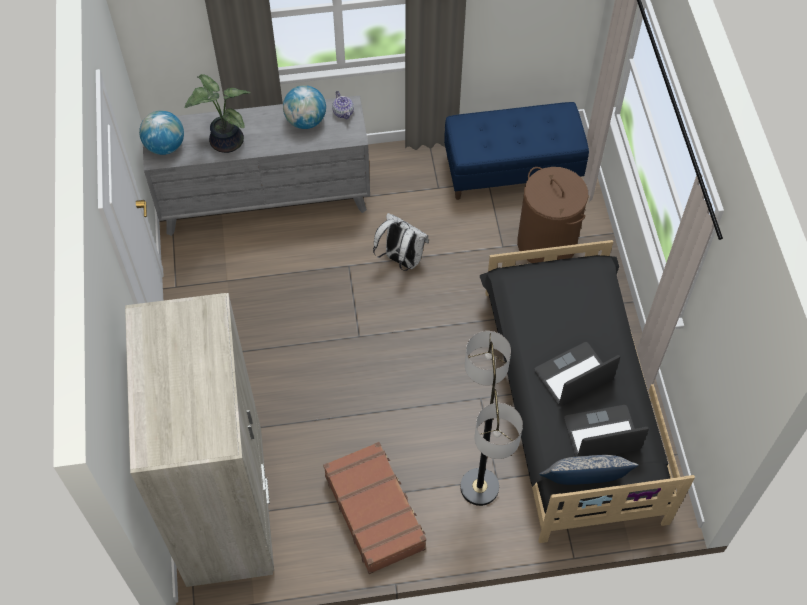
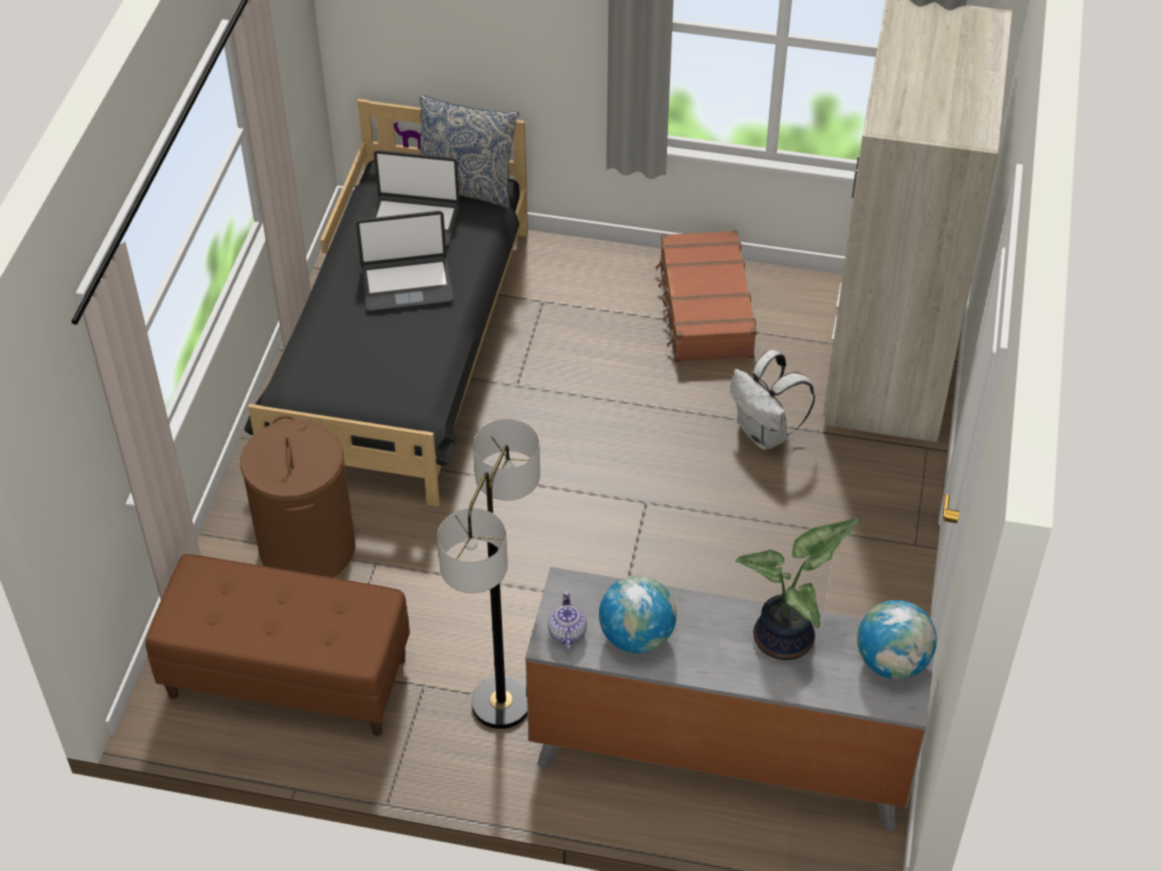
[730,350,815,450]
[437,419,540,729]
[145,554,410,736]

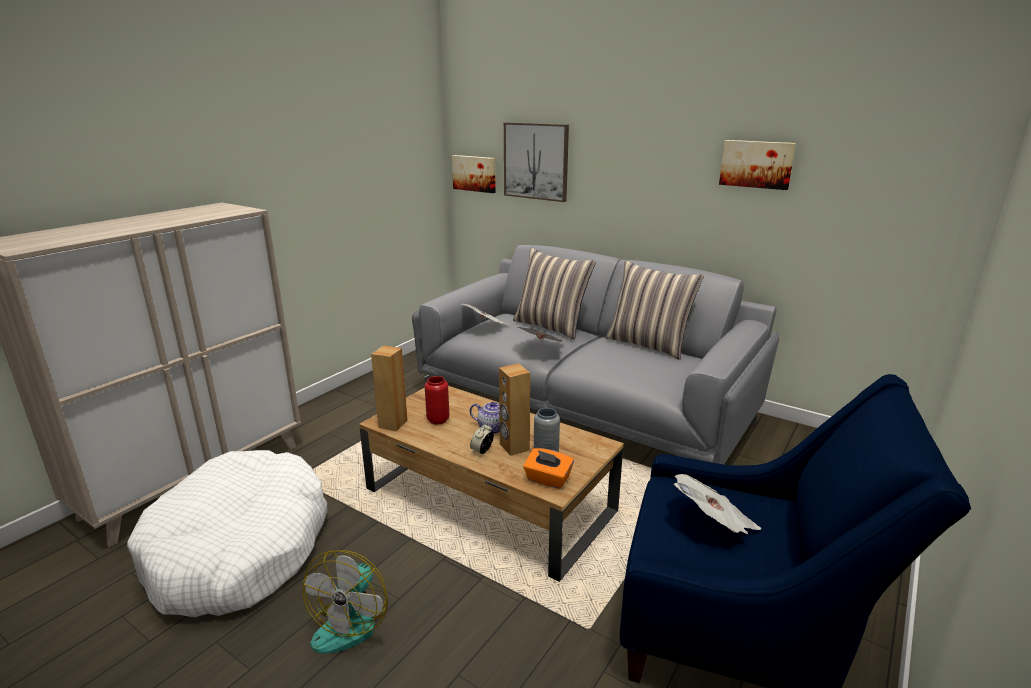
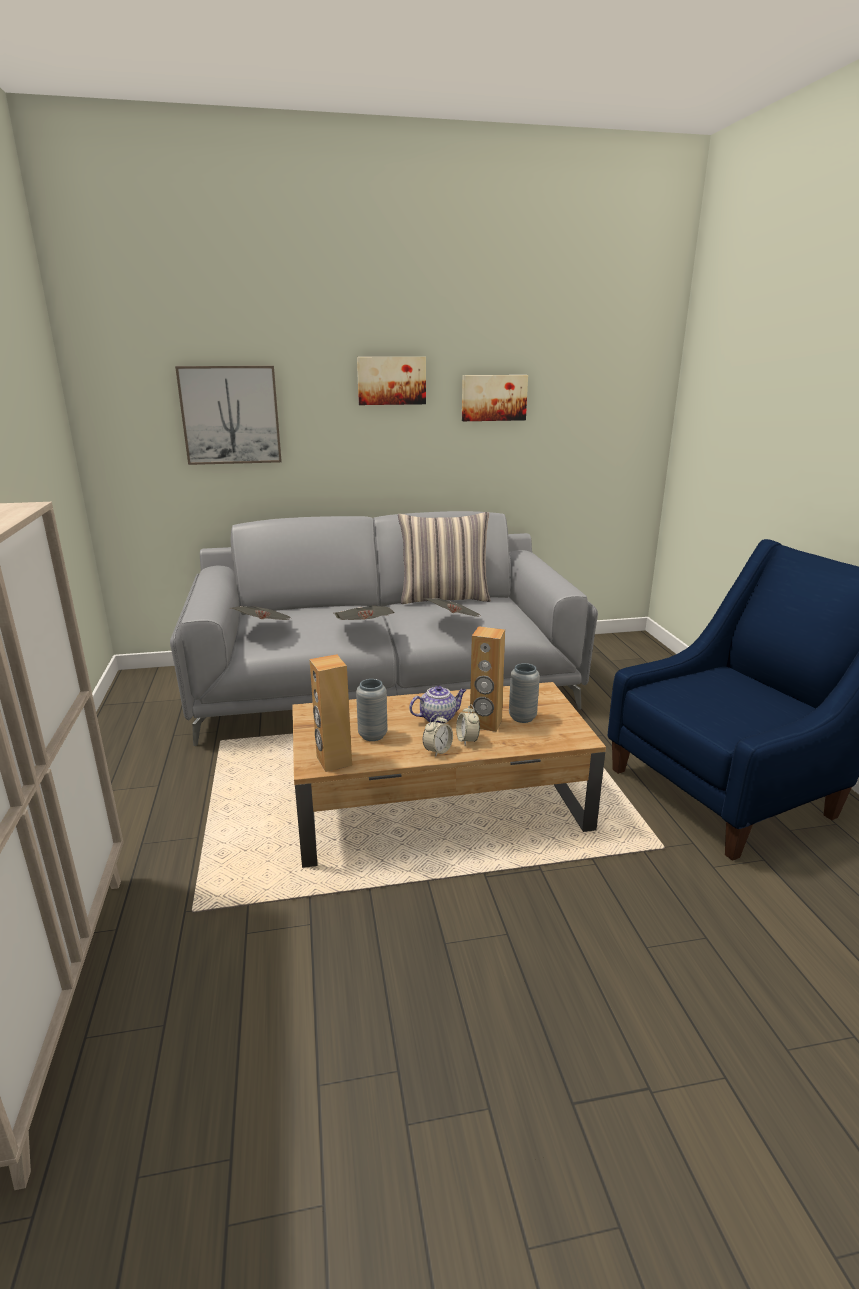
[127,450,327,617] (first image)
[303,550,388,654] (first image)
[513,248,596,340] (first image)
[523,448,574,489] (first image)
[423,713,453,757]
[357,357,426,405]
[424,598,480,617]
[356,679,388,741]

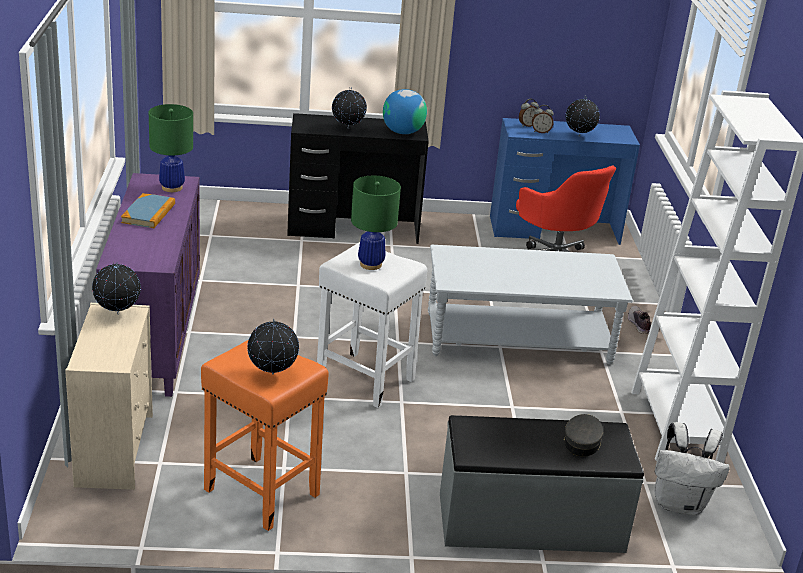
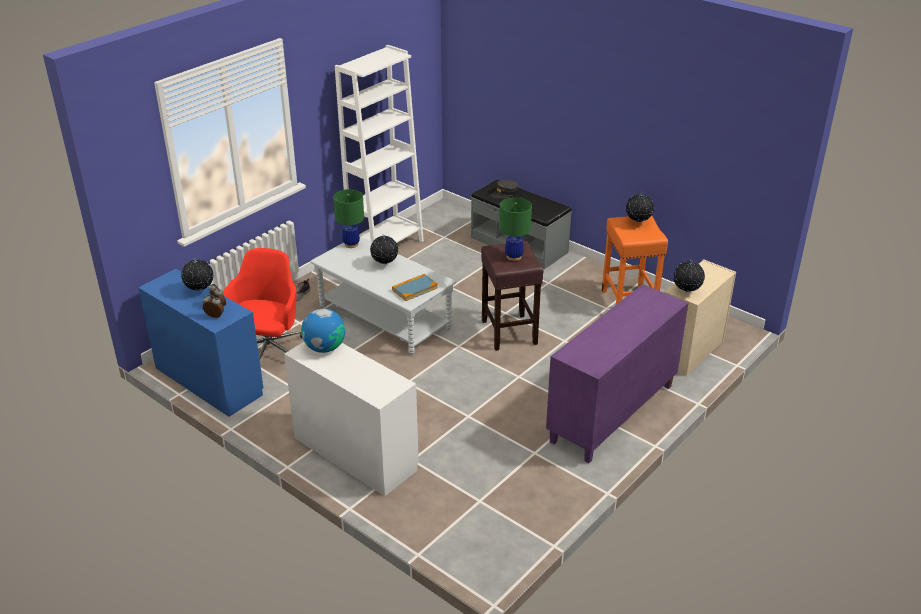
[654,422,730,515] (first image)
[392,274,438,301]
[333,189,364,248]
[370,235,398,265]
[284,342,419,496]
[481,241,543,351]

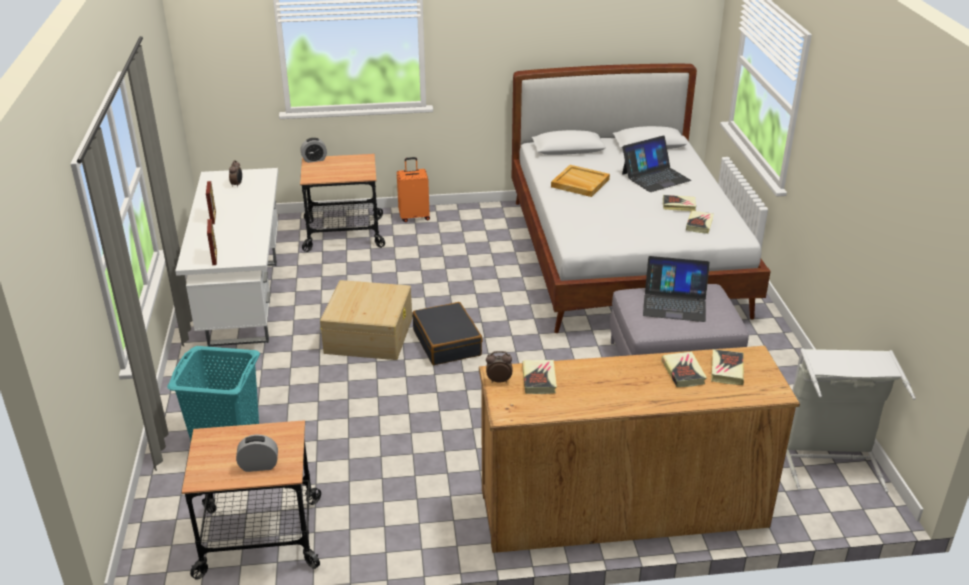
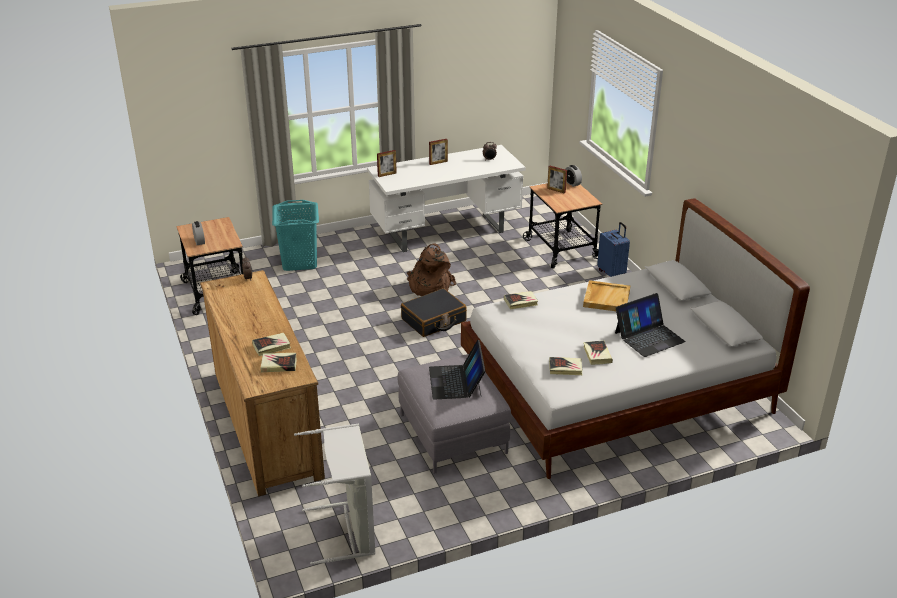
[547,166,567,193]
[504,291,538,309]
[407,243,456,296]
[597,222,630,277]
[615,293,686,357]

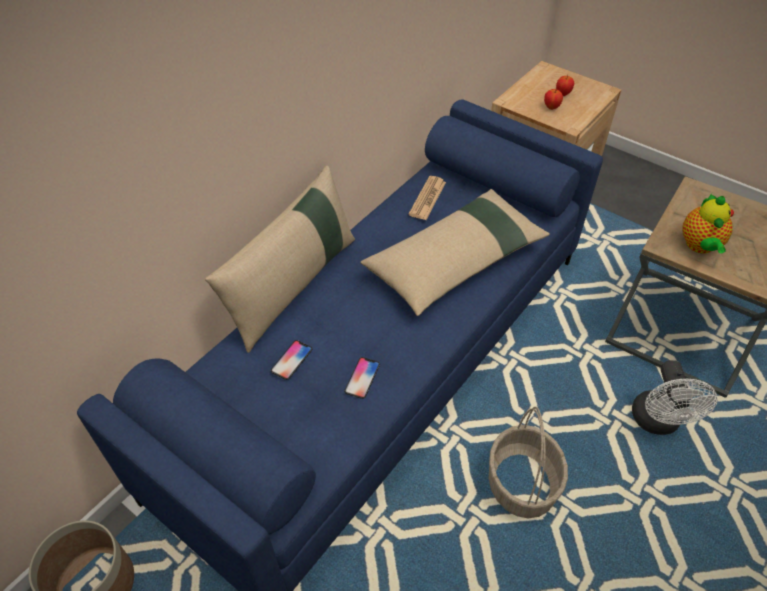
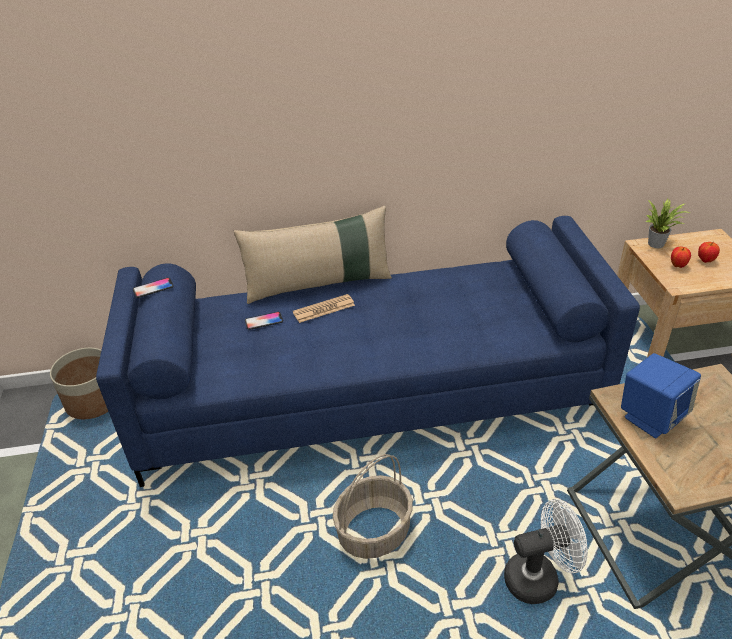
[361,189,550,316] (first image)
[645,199,690,248]
[133,278,174,298]
[293,294,355,323]
[621,353,701,438]
[504,499,588,604]

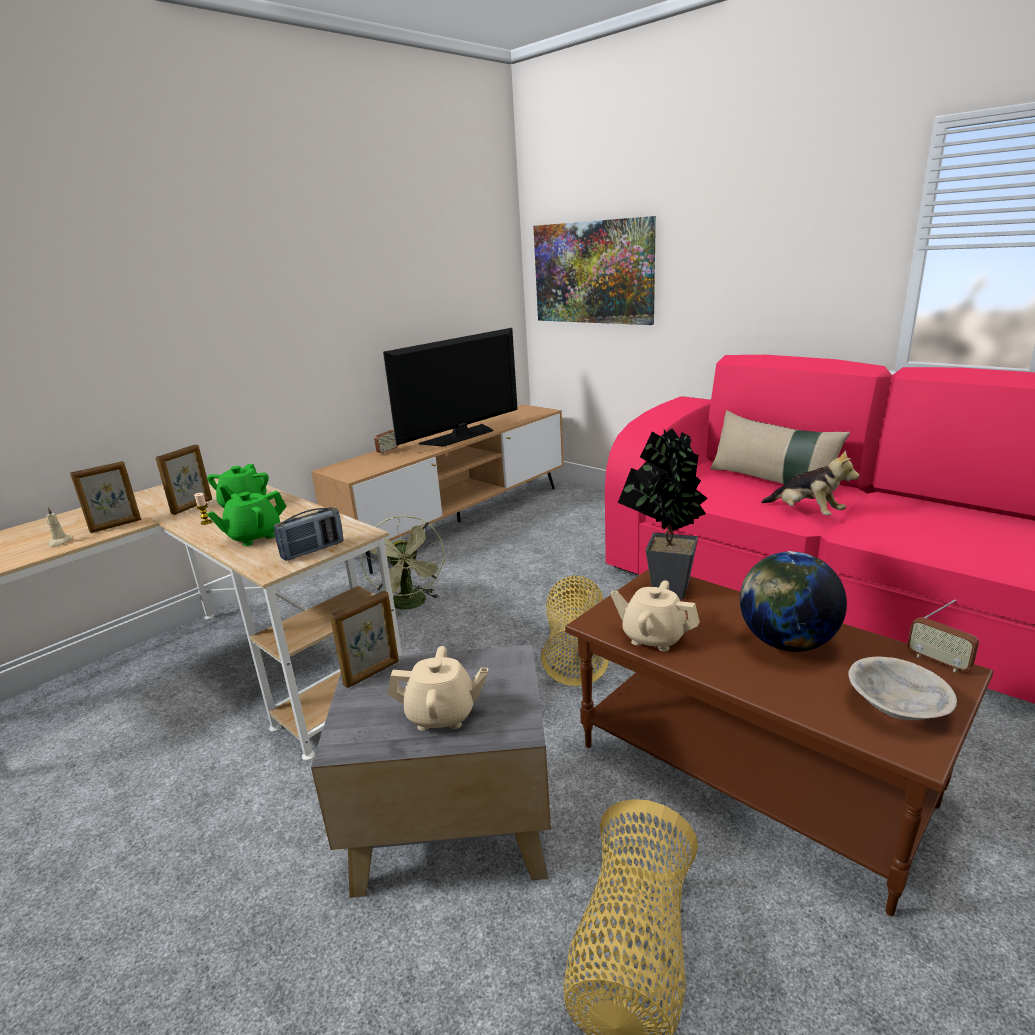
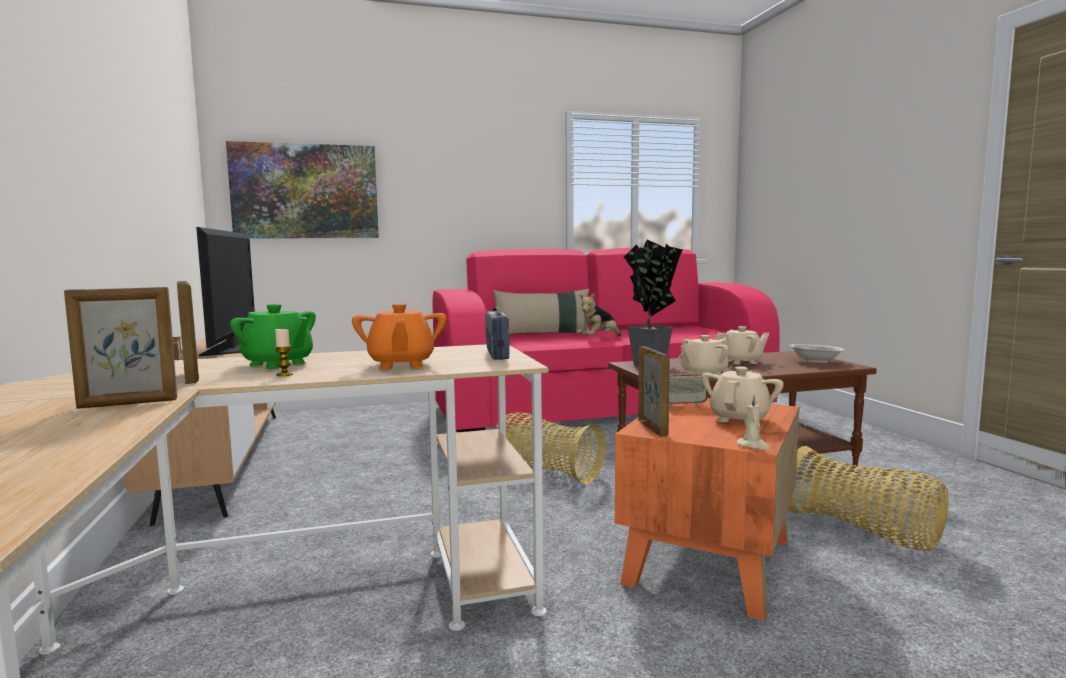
[361,516,445,610] (first image)
[737,395,770,450]
[669,350,708,407]
[715,326,770,365]
[352,303,447,369]
[615,398,799,621]
[64,287,177,409]
[578,293,621,336]

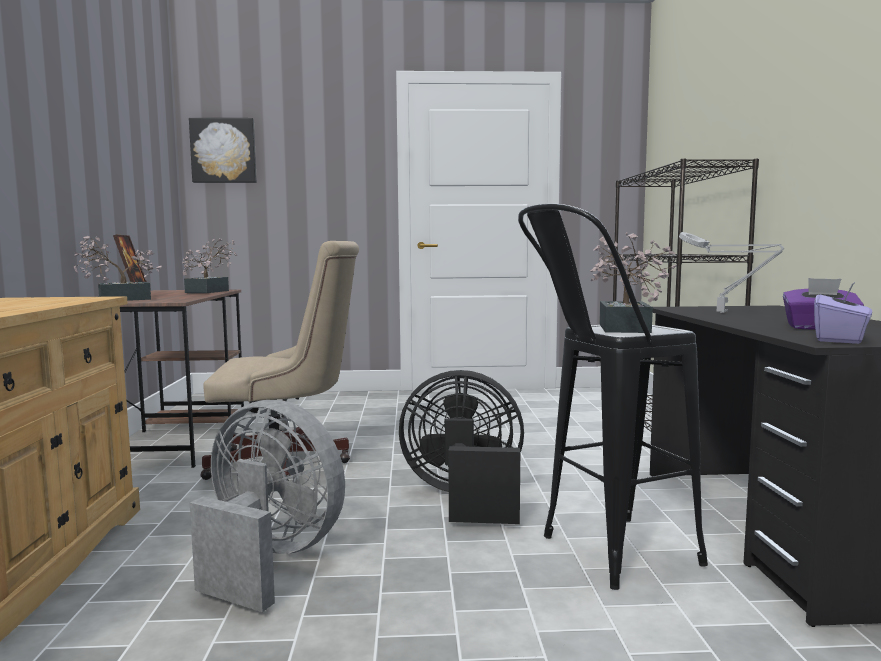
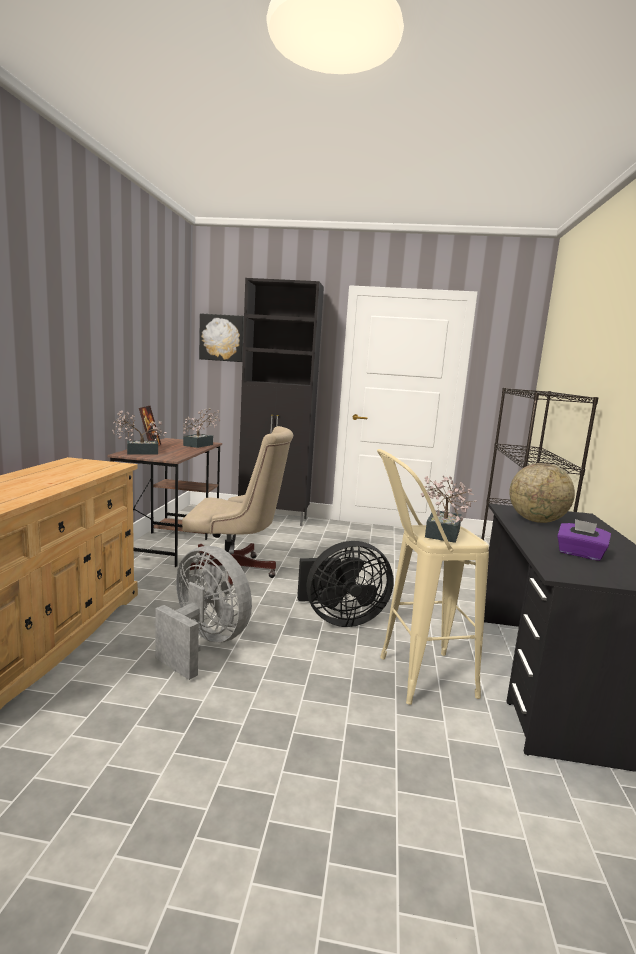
[814,282,872,344] (first image)
[238,278,324,526]
[509,463,575,523]
[377,449,489,705]
[297,541,394,627]

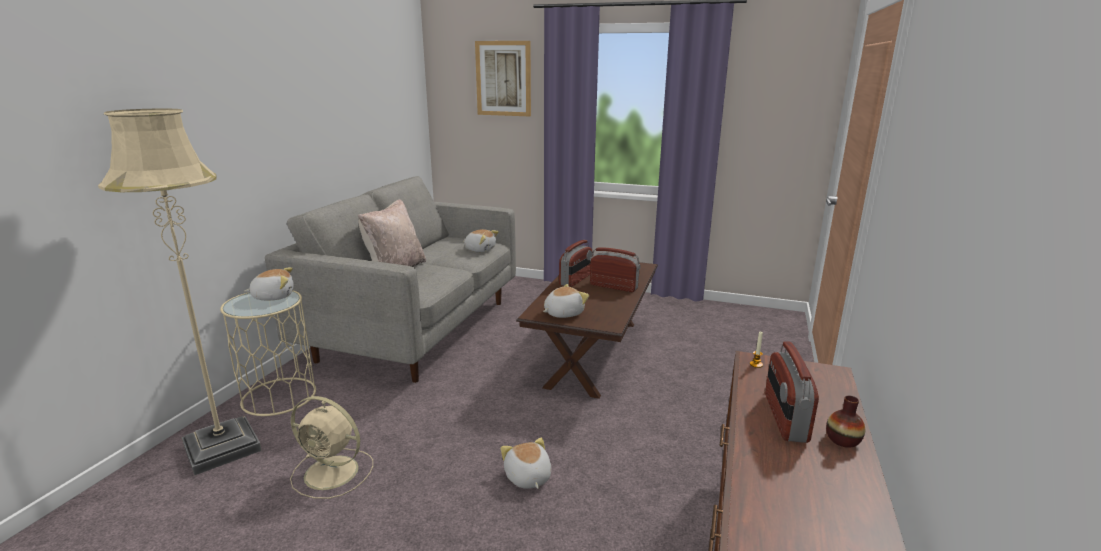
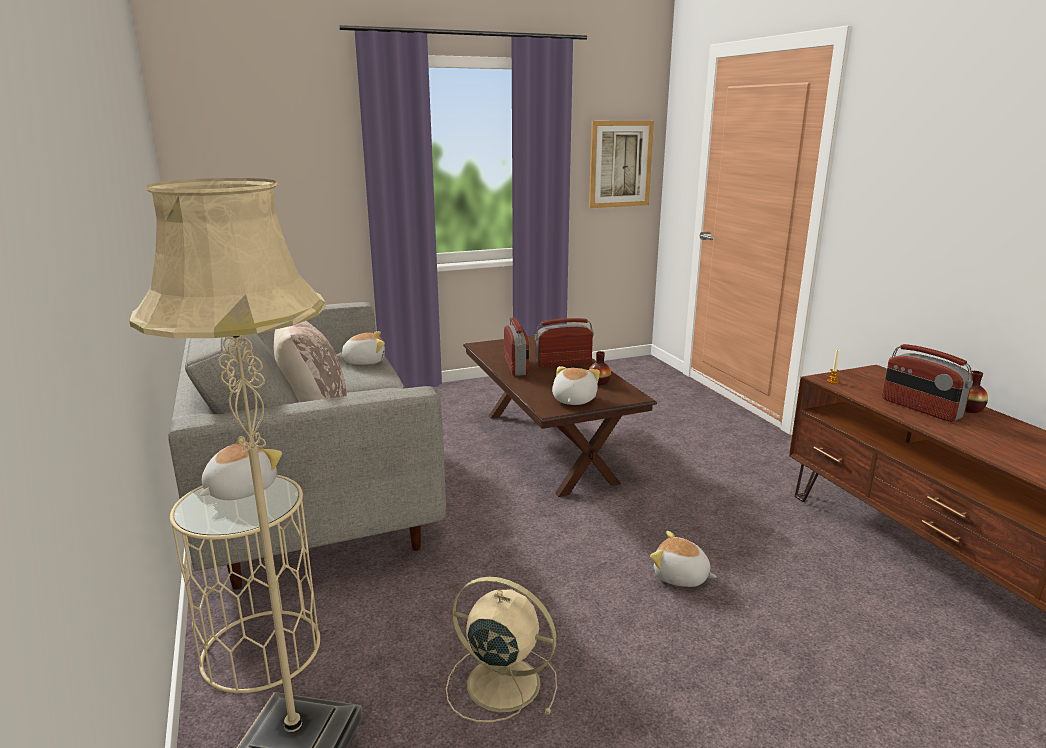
[589,351,611,385]
[589,121,654,208]
[446,576,557,722]

